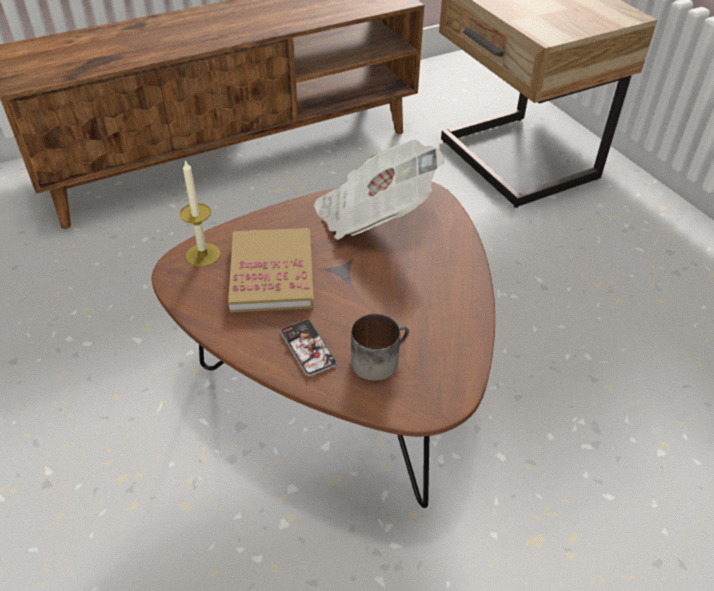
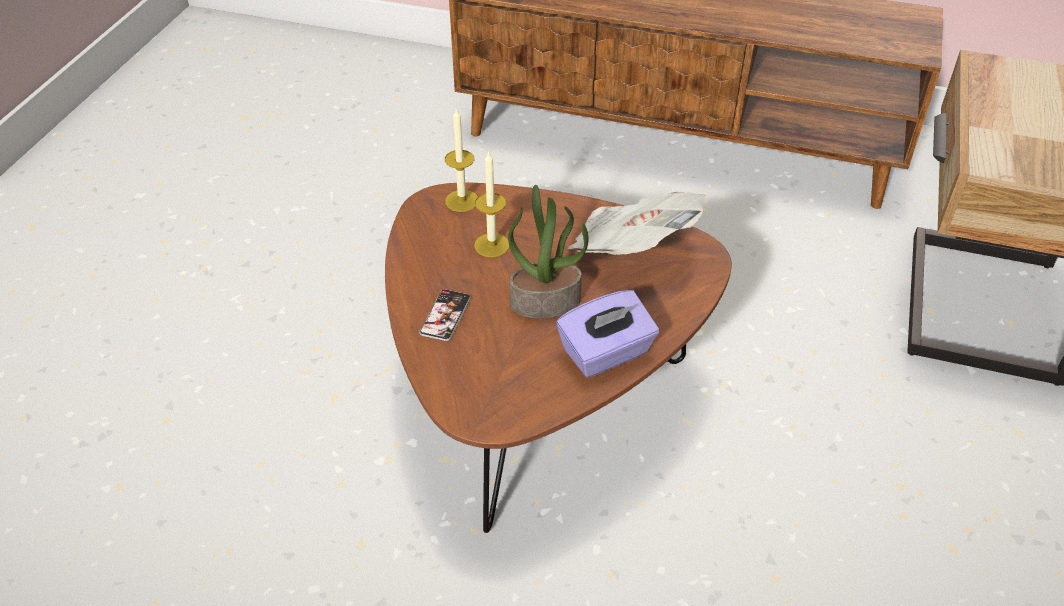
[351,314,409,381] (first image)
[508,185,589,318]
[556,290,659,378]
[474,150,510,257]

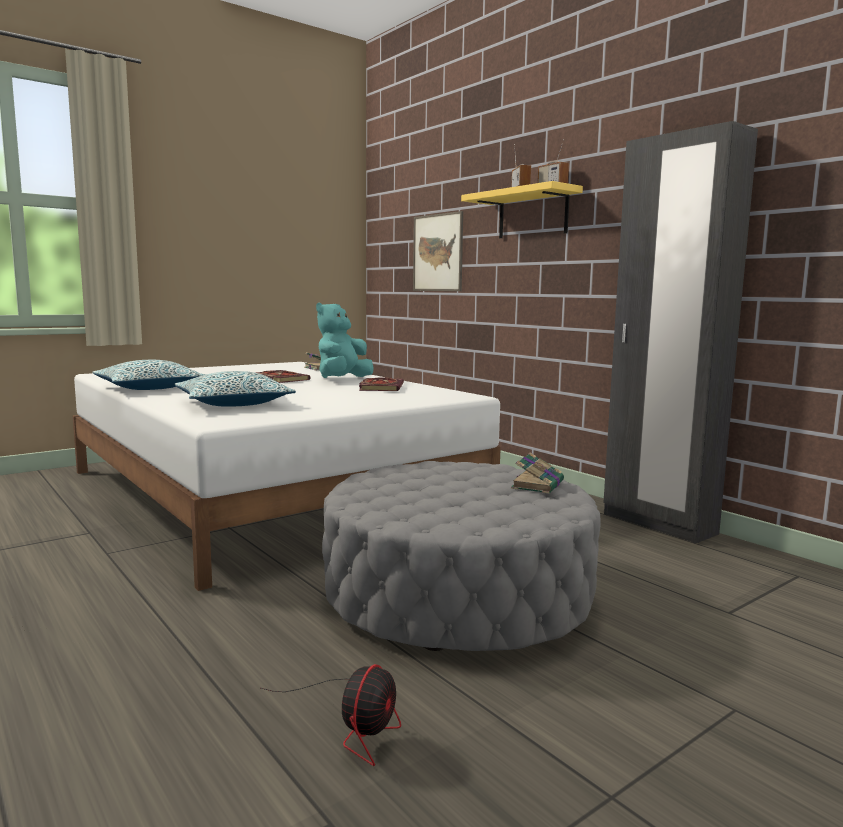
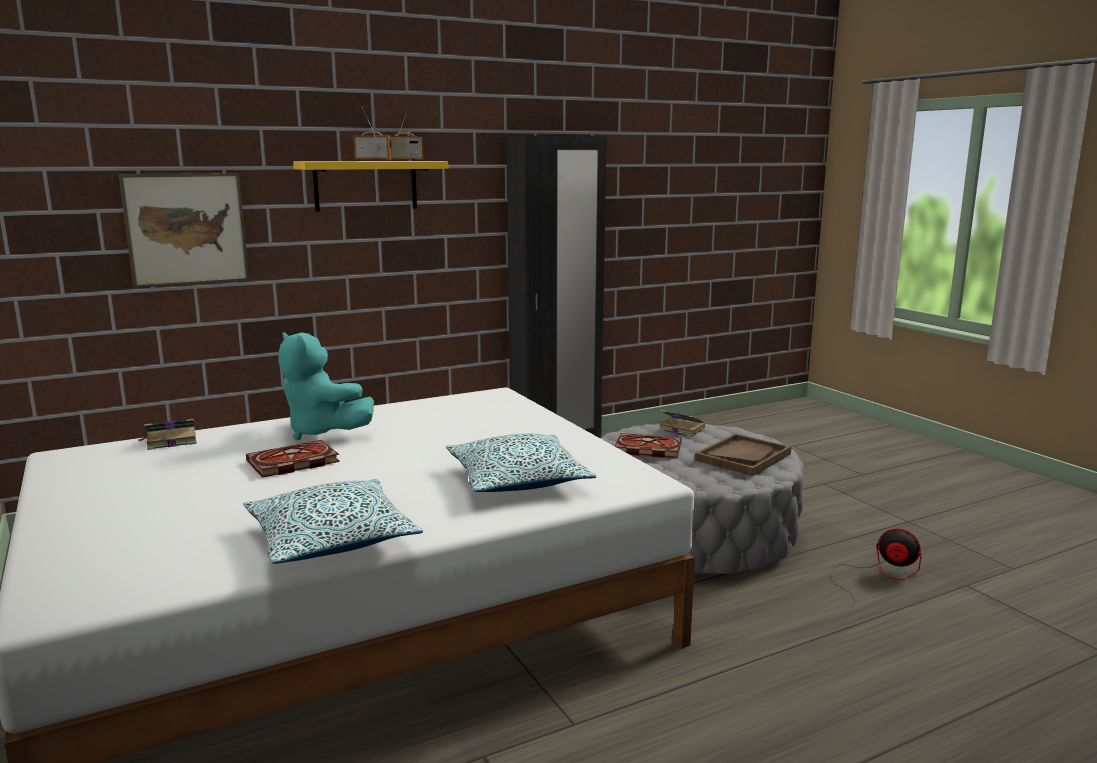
[695,433,791,476]
[615,433,682,458]

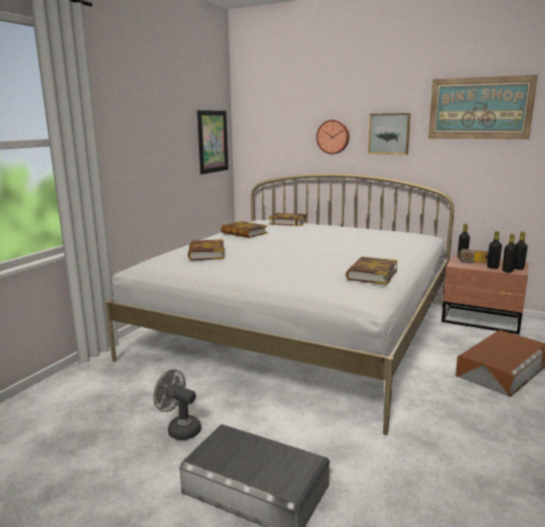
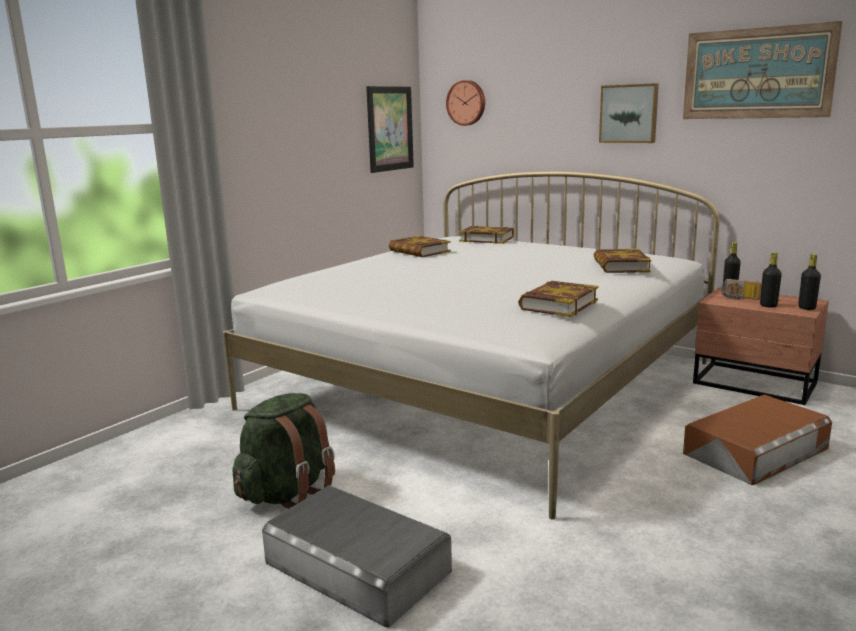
[502,234,517,272] (first image)
[594,248,651,273]
[446,80,485,126]
[233,393,335,509]

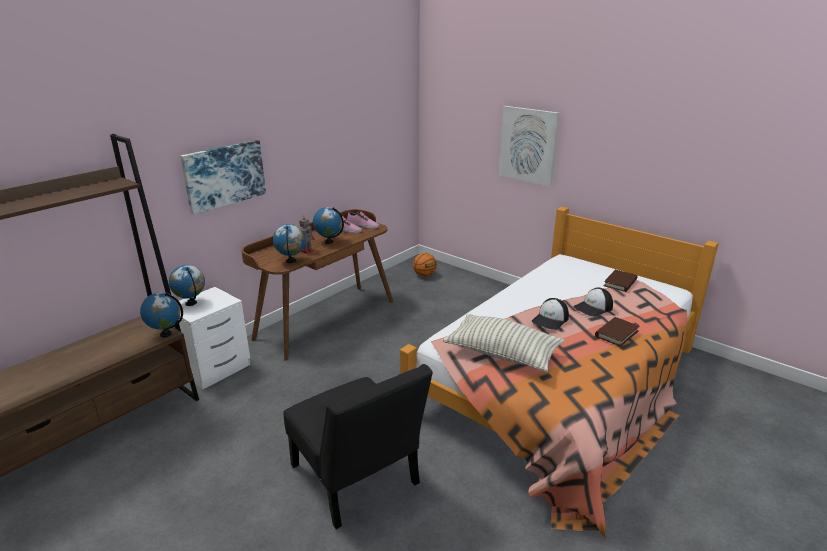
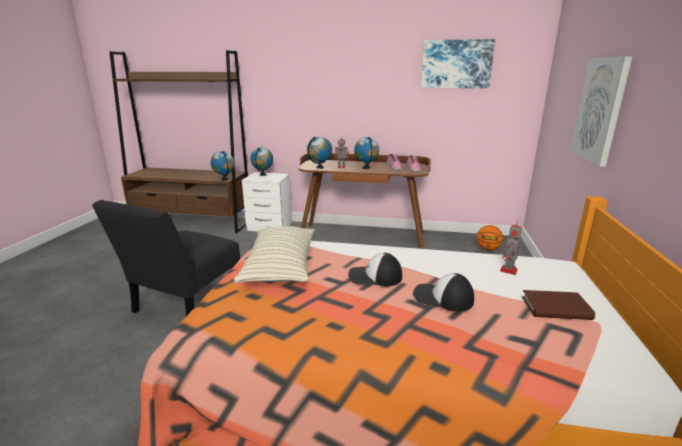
[595,317,640,347] (first image)
[500,223,522,275]
[421,39,495,88]

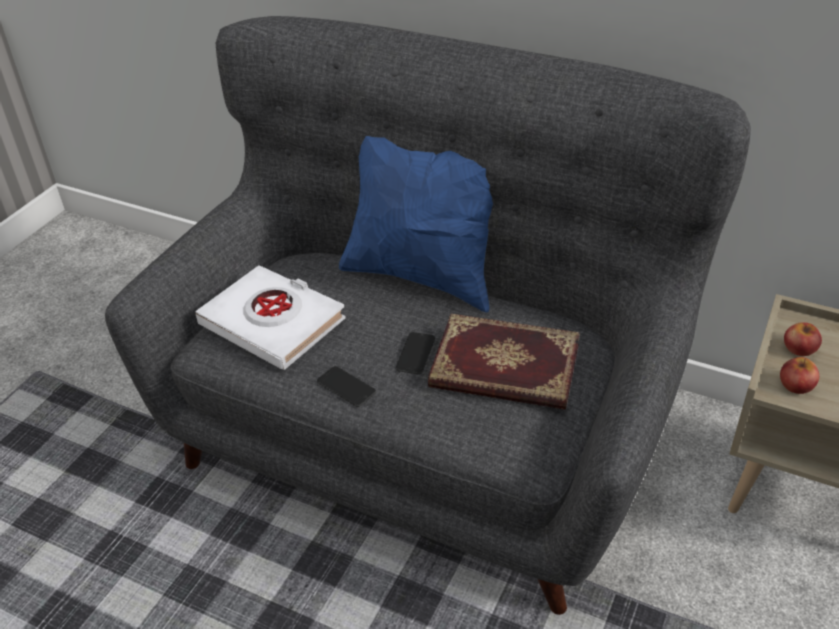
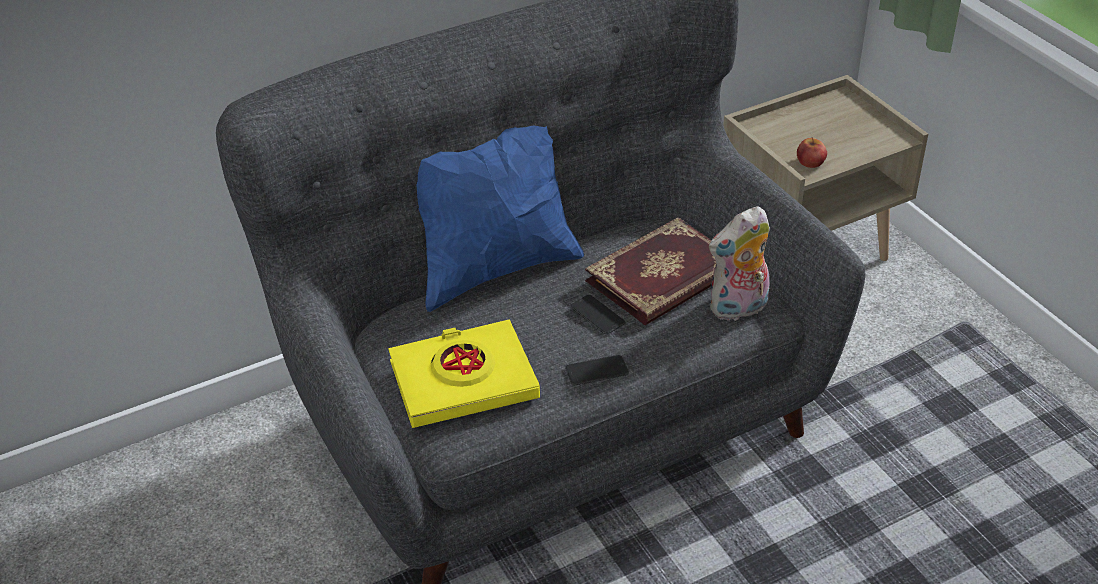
[784,322,822,356] (first image)
[709,206,770,321]
[388,319,540,428]

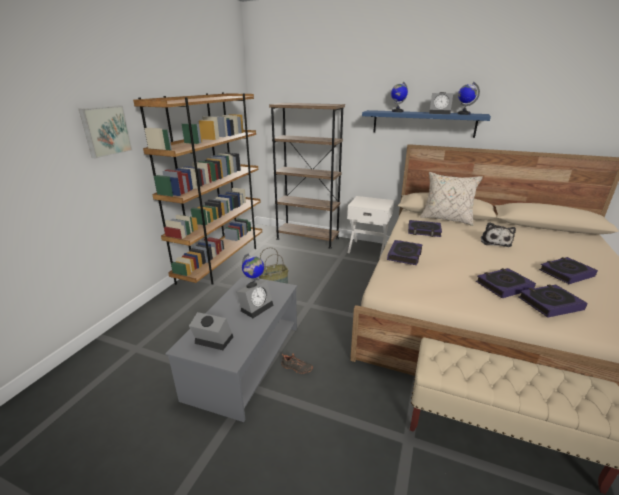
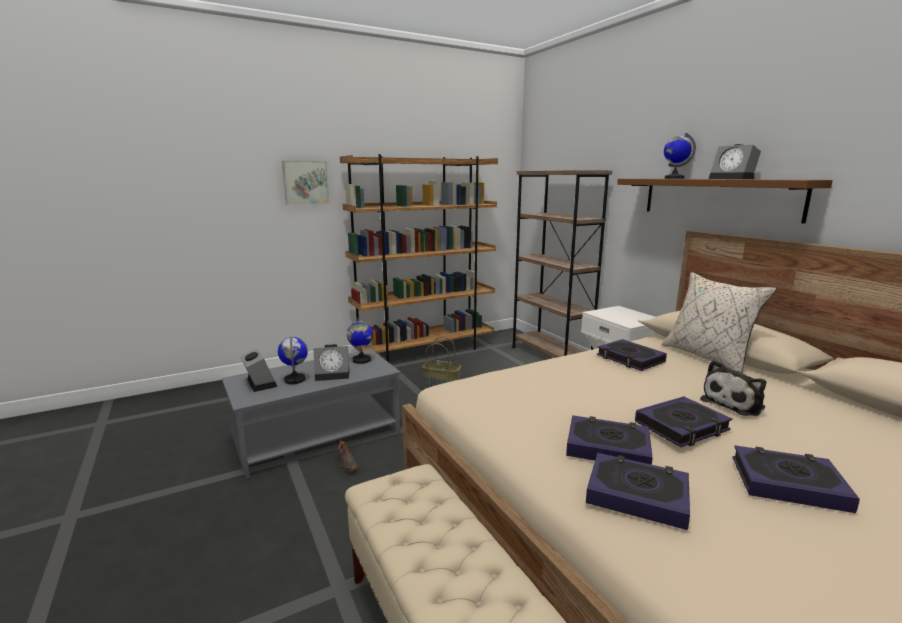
[635,396,732,447]
[278,336,308,384]
[617,179,833,224]

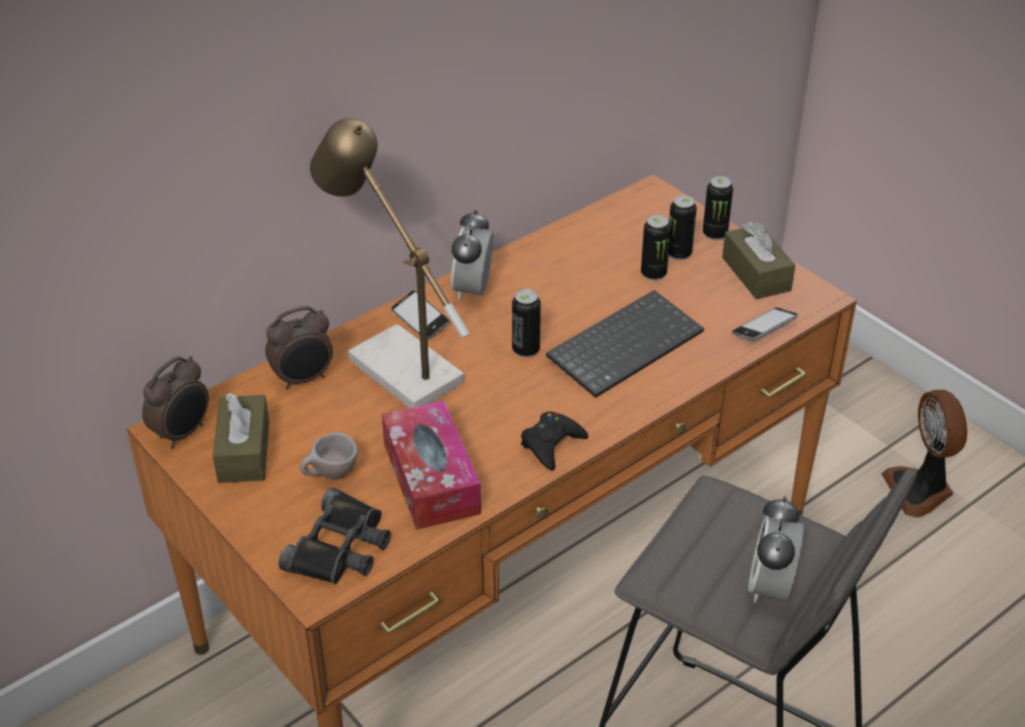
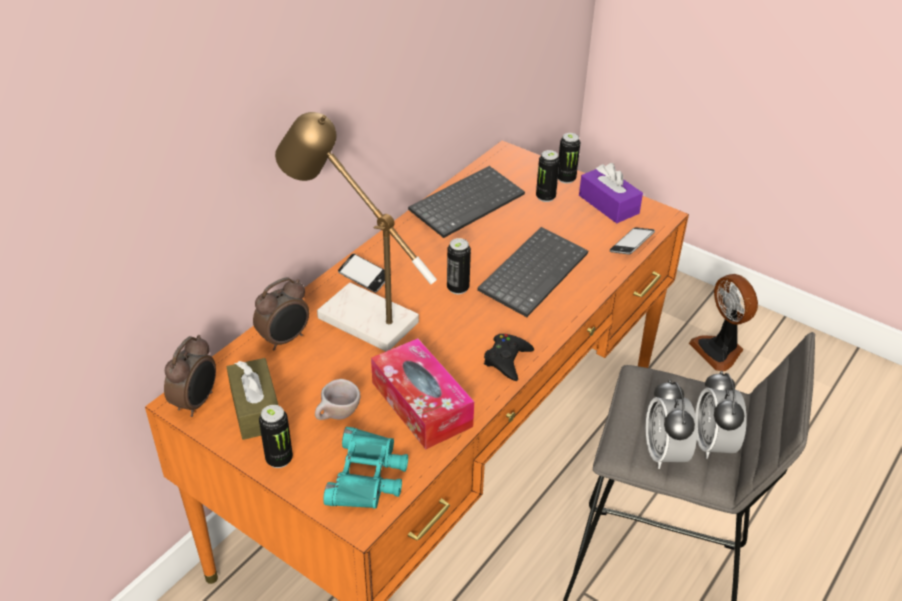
[408,166,525,238]
[646,379,697,469]
[259,405,293,468]
[323,427,408,509]
[579,163,643,224]

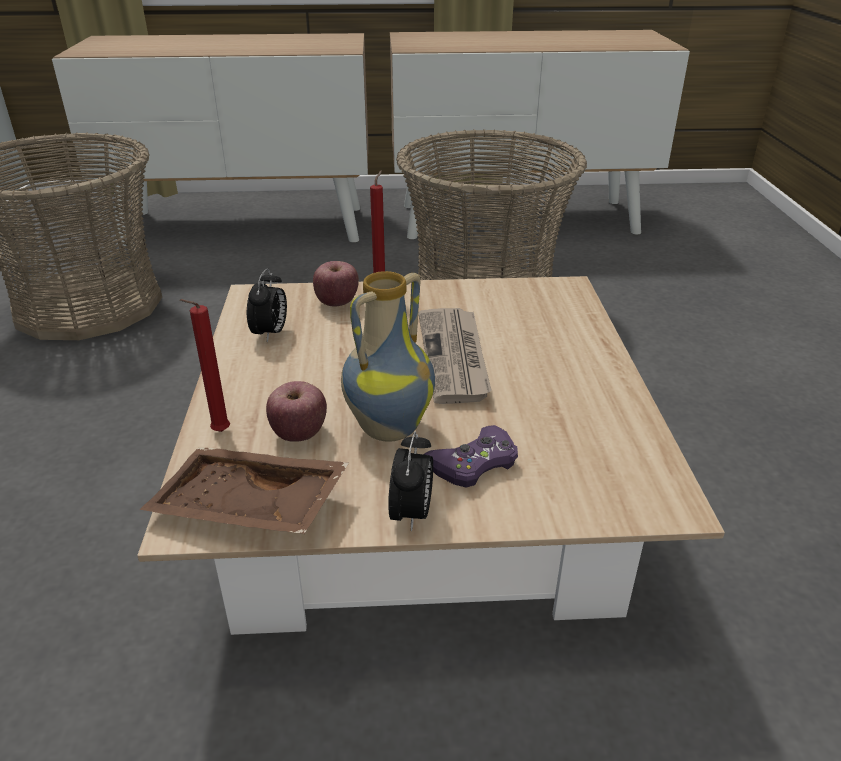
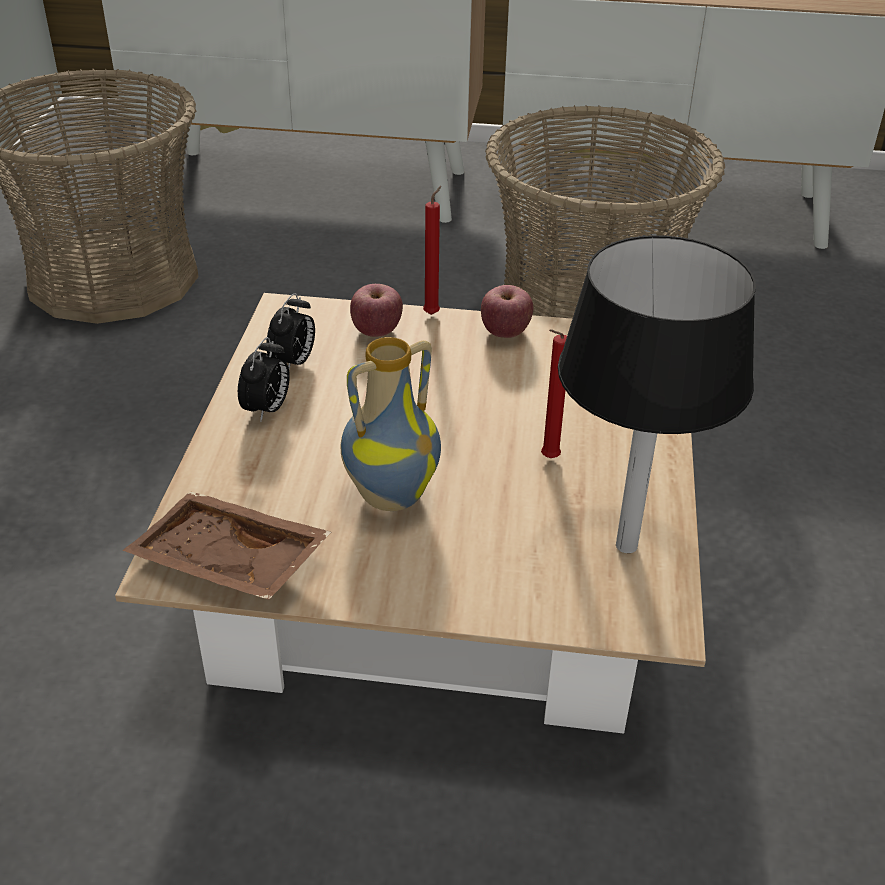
[418,308,492,404] (first image)
[423,425,518,487] (first image)
[558,235,756,553]
[541,329,567,458]
[481,285,534,338]
[238,337,290,422]

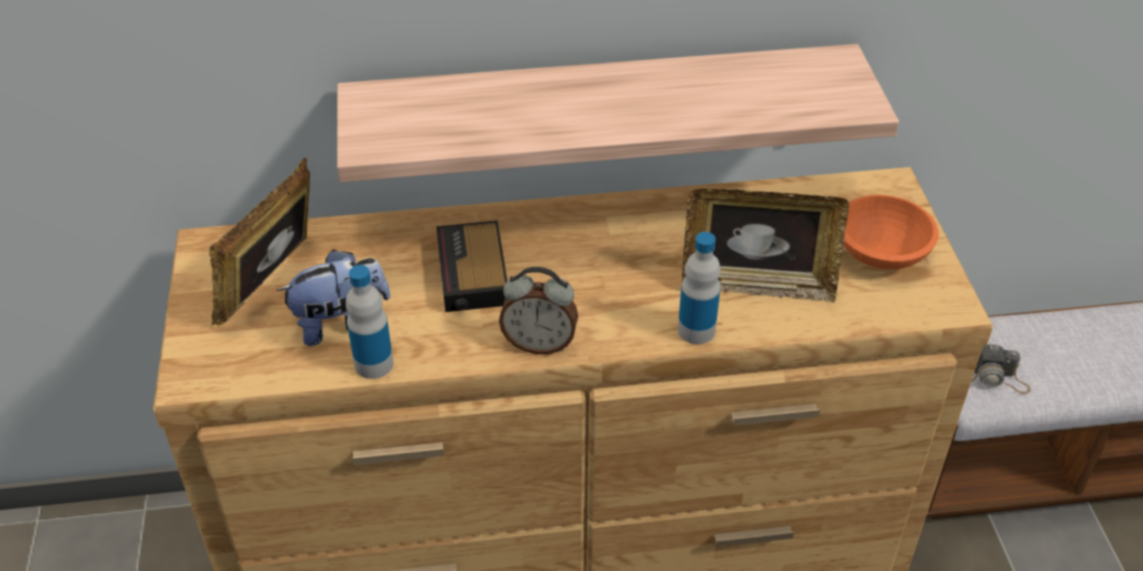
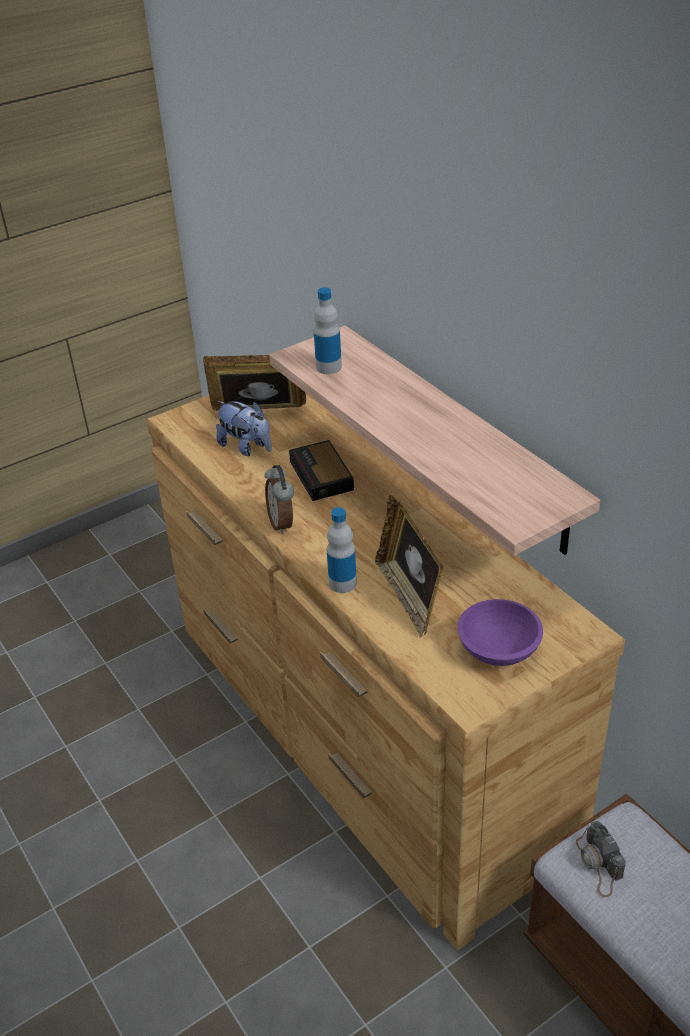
[314,287,342,374]
[457,599,543,666]
[289,440,354,501]

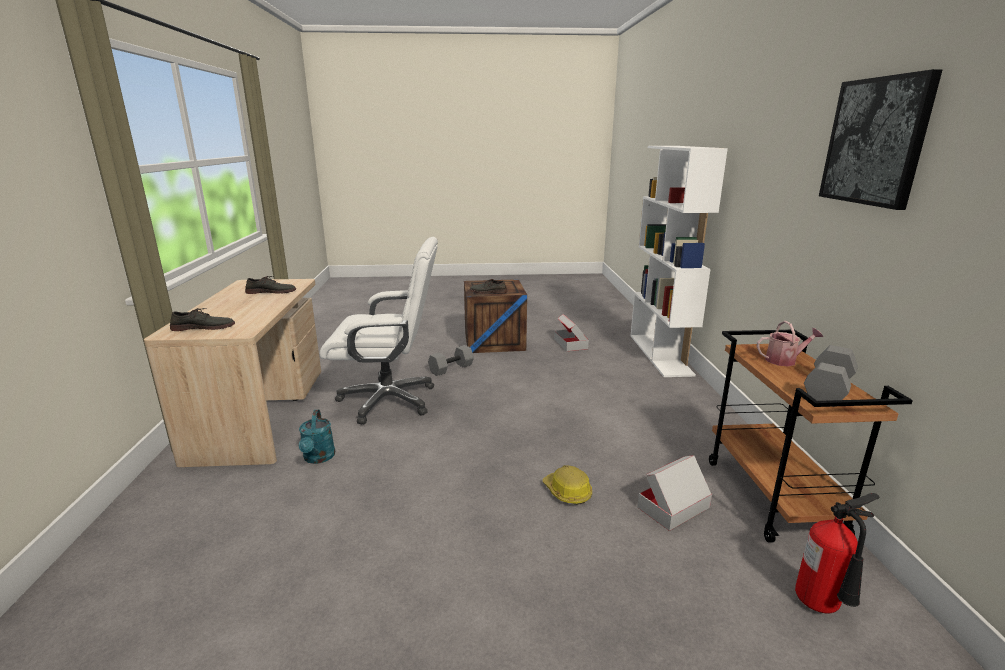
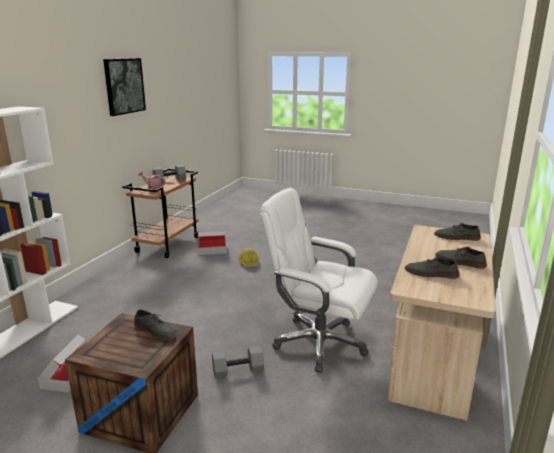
[299,410,335,464] (first image)
[795,493,880,613] (first image)
[435,247,487,269]

